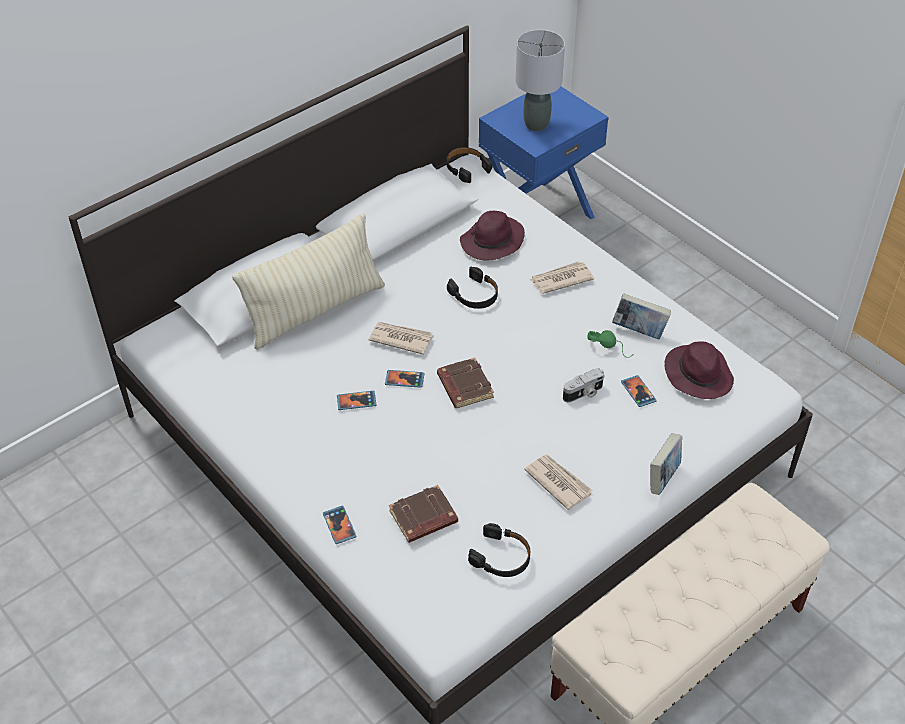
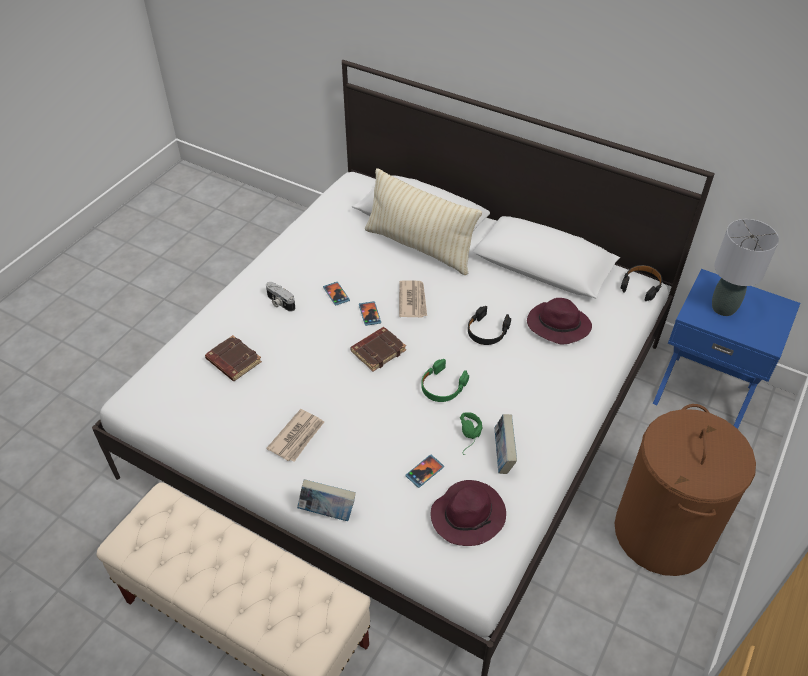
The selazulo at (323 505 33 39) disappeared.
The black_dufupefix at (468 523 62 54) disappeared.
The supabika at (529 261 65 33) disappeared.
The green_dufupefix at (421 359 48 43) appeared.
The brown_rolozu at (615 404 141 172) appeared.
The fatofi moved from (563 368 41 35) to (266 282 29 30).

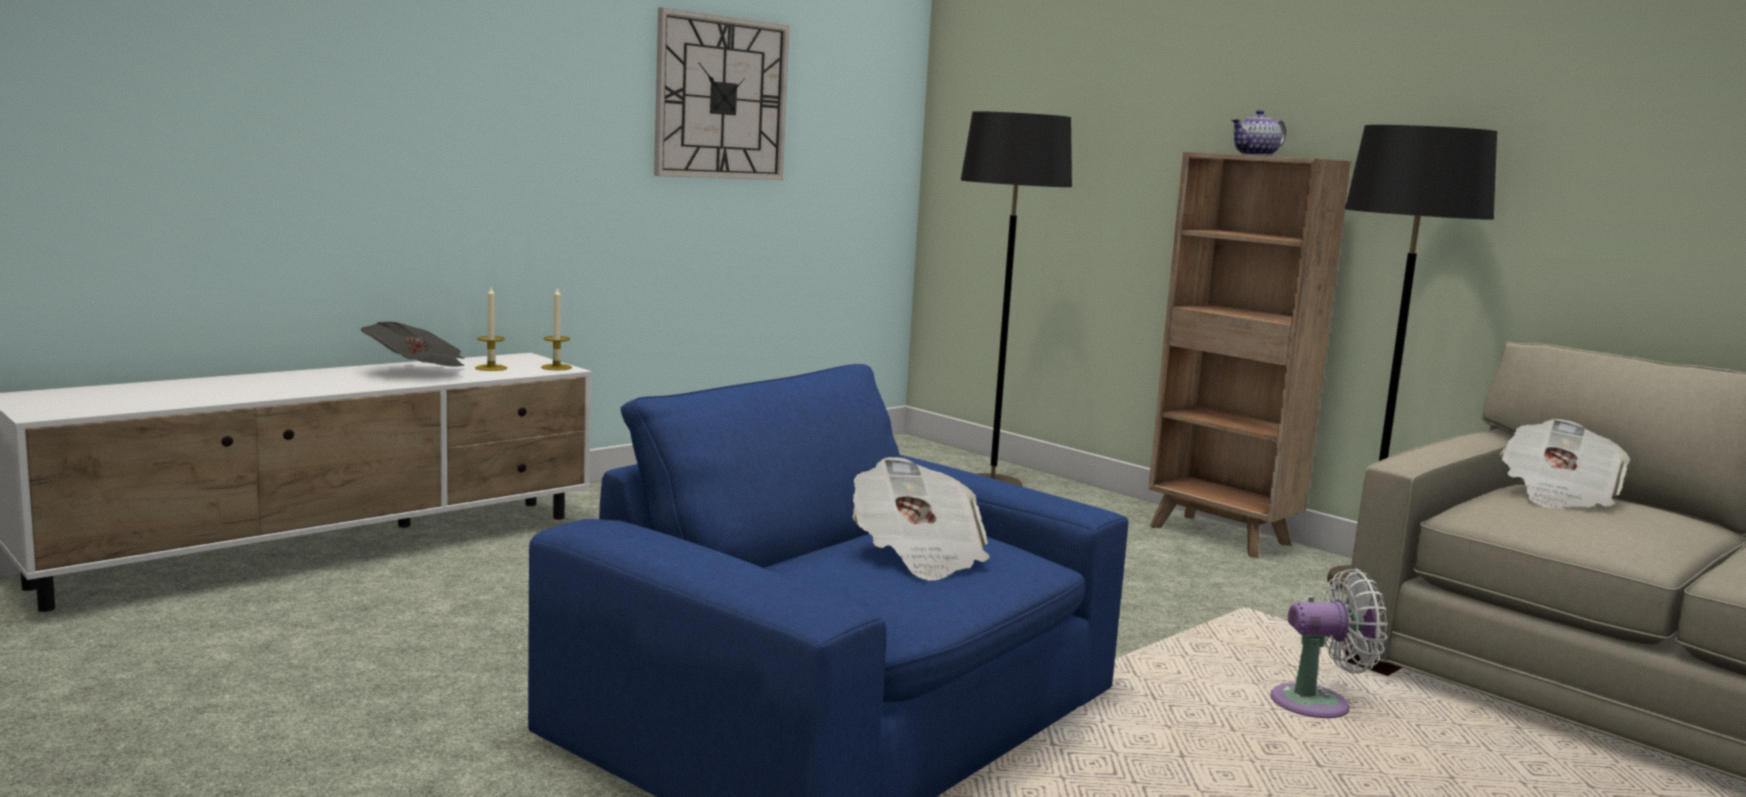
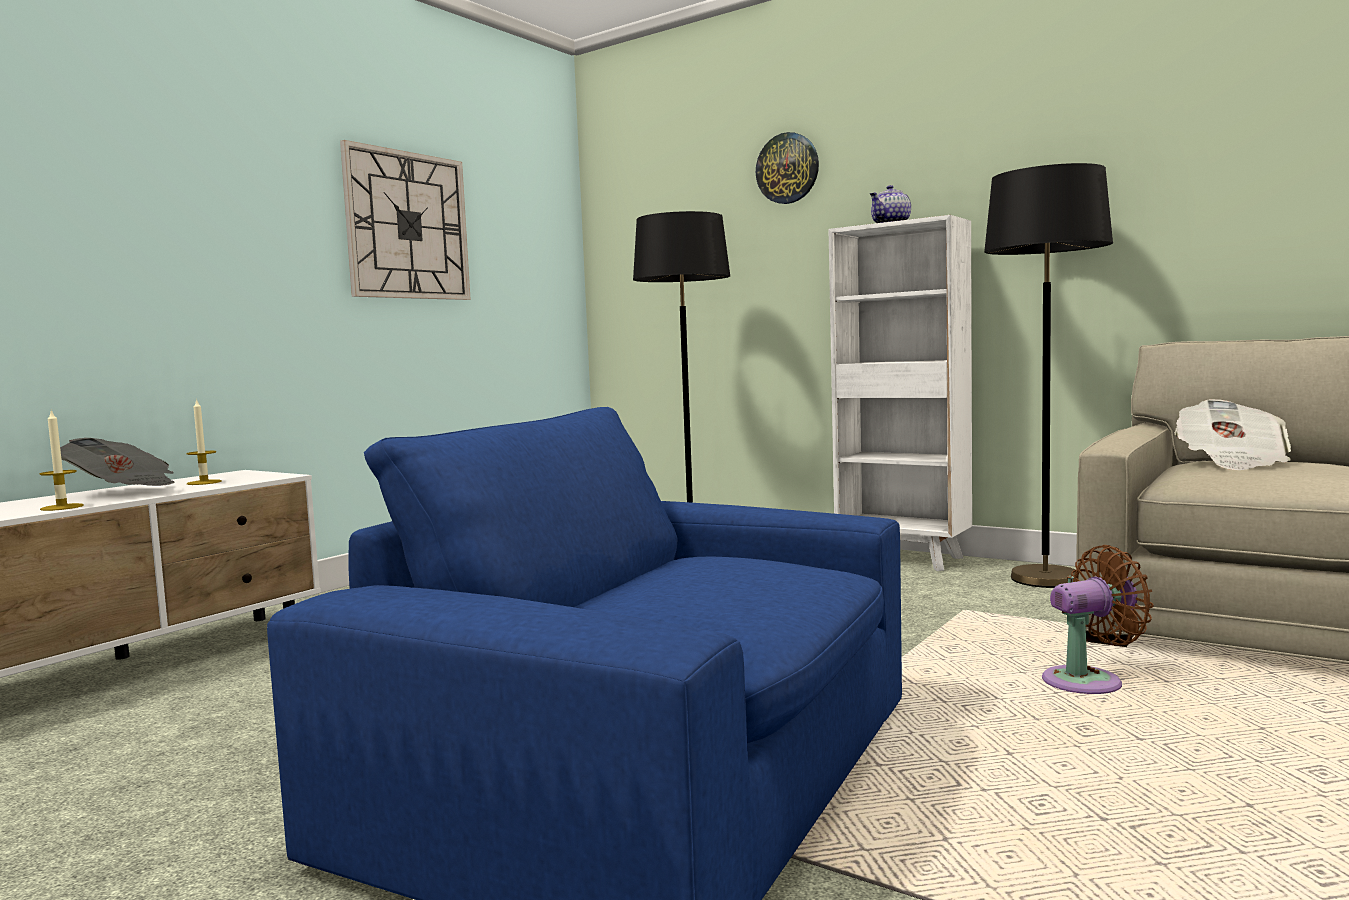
The supabika at (853 457 136 124) disappeared.
The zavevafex at (756 132 63 72) appeared.
The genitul moved from (541 286 31 84) to (39 409 45 102).
The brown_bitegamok at (1148 152 203 405) became the white_bitegamok at (828 215 144 356).
The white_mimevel at (1270 569 118 149) became the brown_mimevel at (1042 545 112 149).

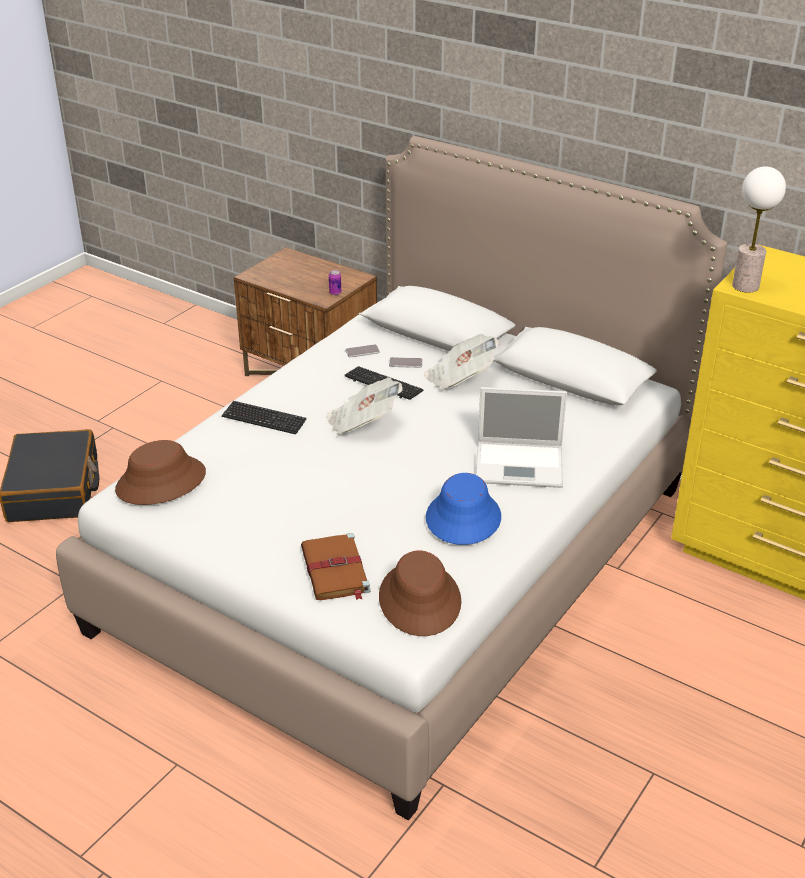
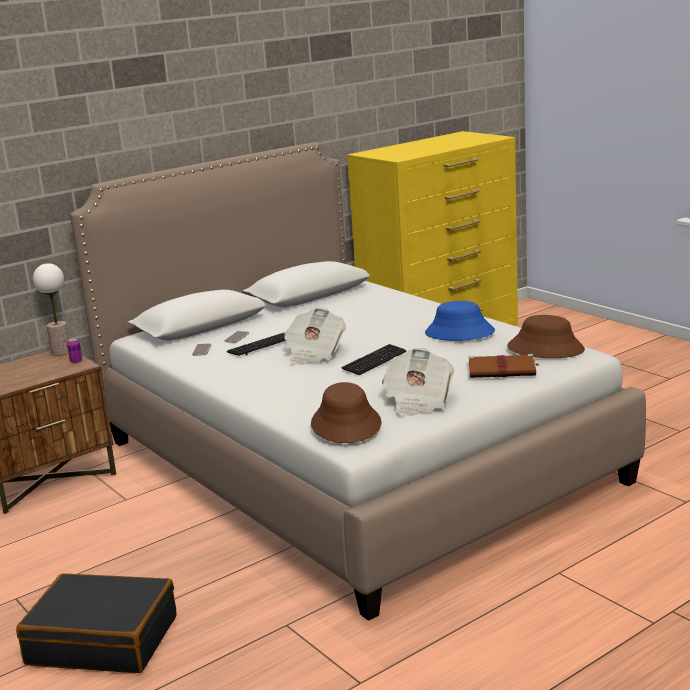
The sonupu at (476 387 91 101) disappeared.
The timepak moved from (222 401 85 34) to (342 344 64 31).
The supabika moved from (424 334 75 57) to (382 348 72 68).
The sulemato moved from (732 166 54 127) to (33 263 36 93).

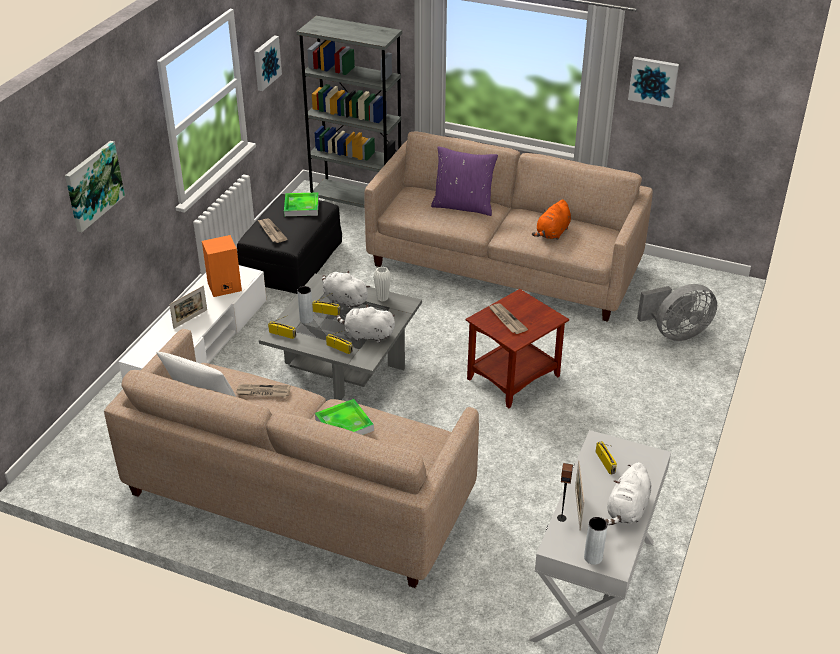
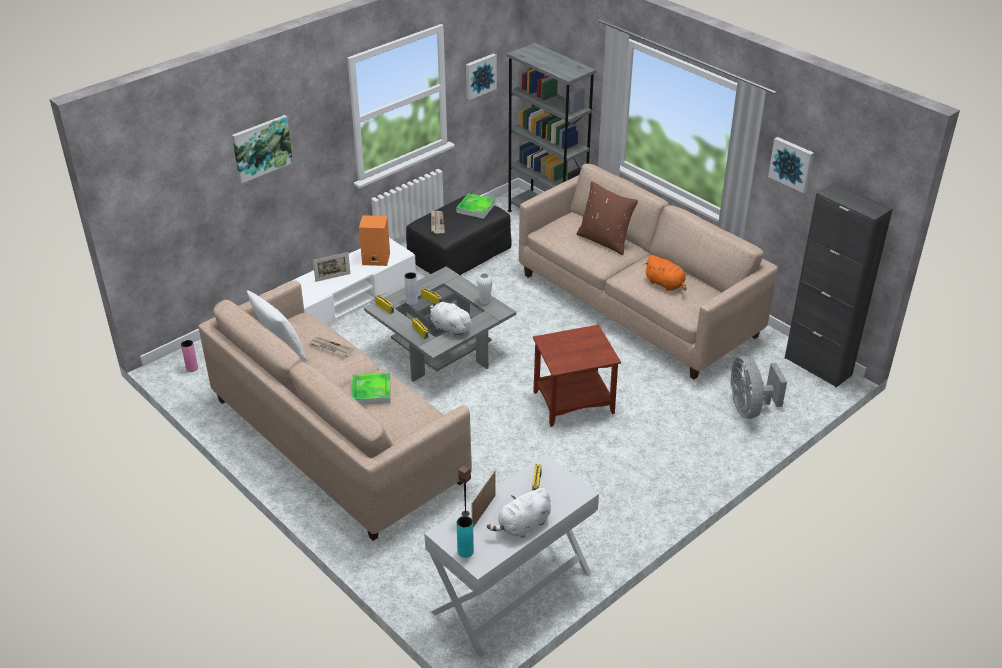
The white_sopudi at (322 271 48 38) disappeared.
The supabika at (489 304 39 30) disappeared.
The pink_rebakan at (181 340 17 32) appeared.
The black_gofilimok at (785 183 108 204) appeared.
The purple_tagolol at (431 146 67 70) became the brown_tagolol at (576 181 62 74).
The grey_rebakan at (584 517 24 48) became the turquoise_rebakan at (457 516 17 42).
The orange_sopudi at (532 200 39 40) turned 105 degrees counterclockwise.
The grey_mimevel at (637 284 80 57) turned 75 degrees clockwise.

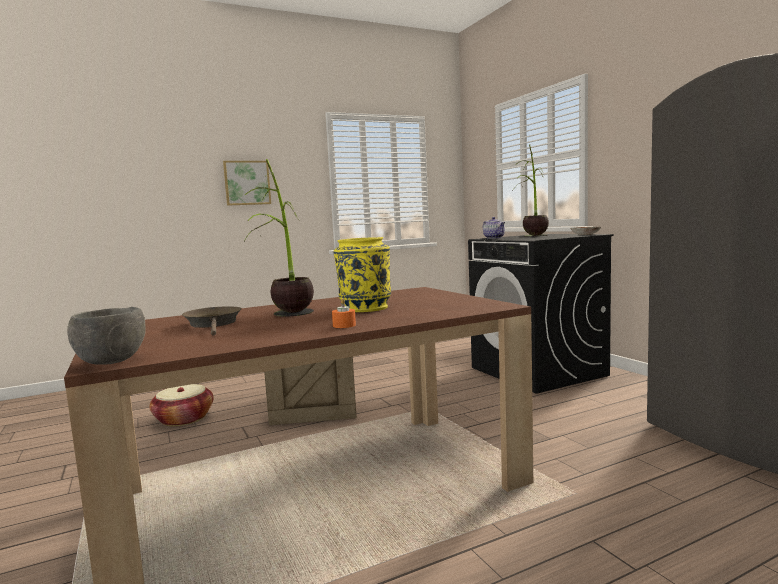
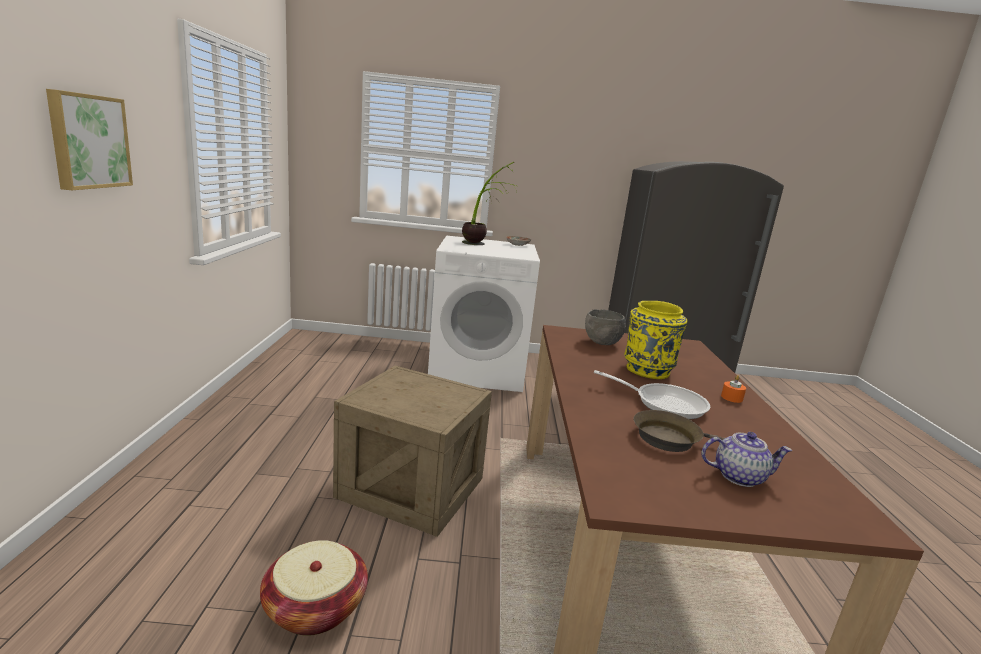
The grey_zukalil moved from (67 307 79 58) to (585 309 41 36).
The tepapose moved from (483 217 22 22) to (701 432 91 55).
The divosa at (245 159 69 158) was replaced by the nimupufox at (594 370 116 49).
The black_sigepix at (468 234 146 160) became the white_sigepix at (428 236 112 156).

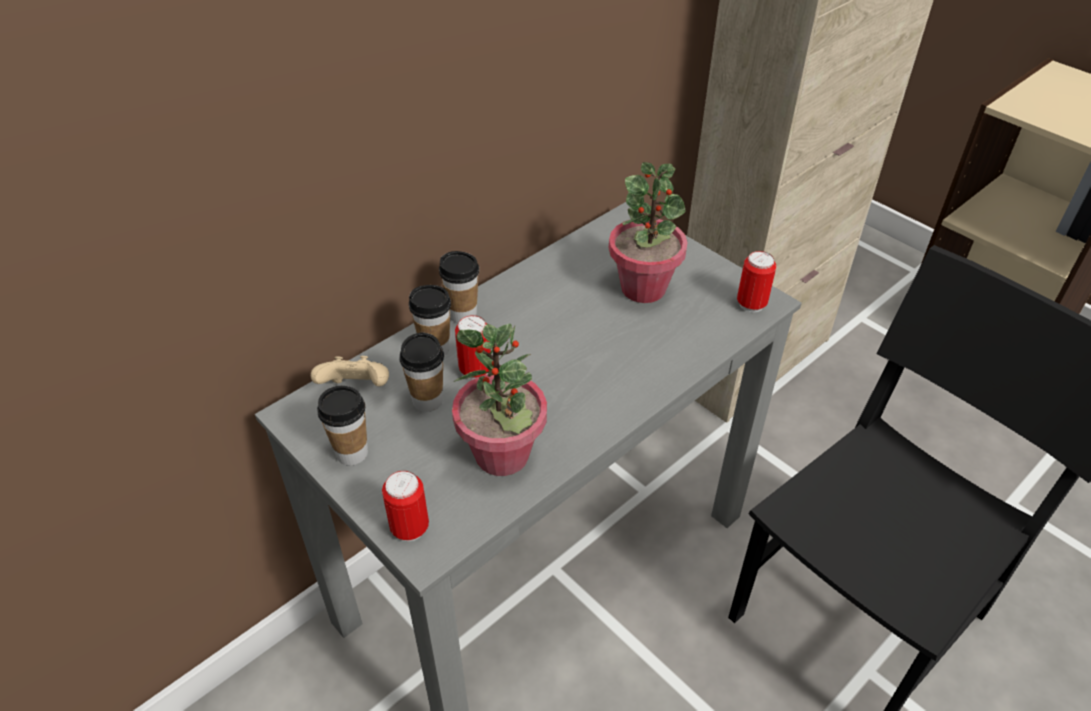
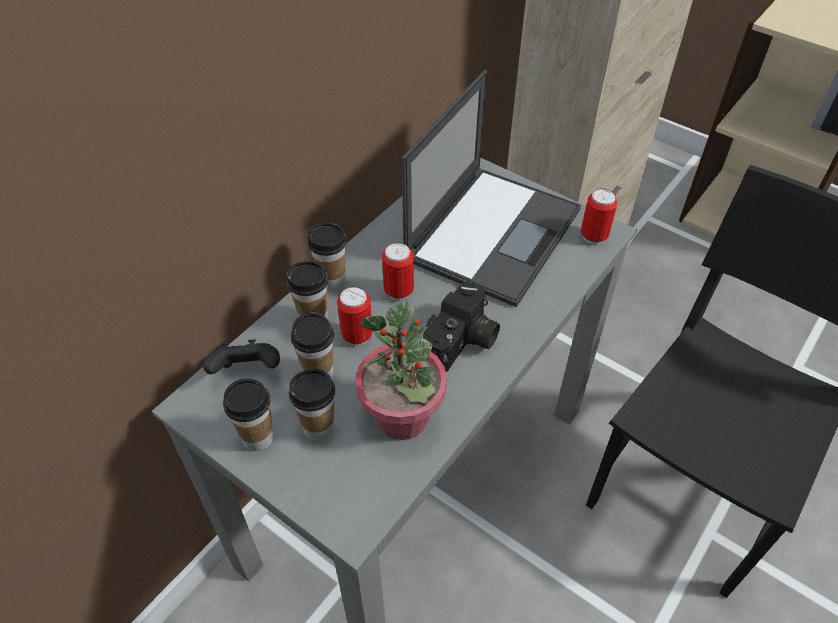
The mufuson at (289 369 46 72) appeared.
The fatofi at (423 281 77 91) appeared.
The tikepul moved from (382 471 47 70) to (382 243 32 57).
The divosa at (609 162 79 141) was replaced by the sonupu at (402 70 179 237).
The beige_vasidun at (311 356 78 30) became the black_vasidun at (203 339 77 35).

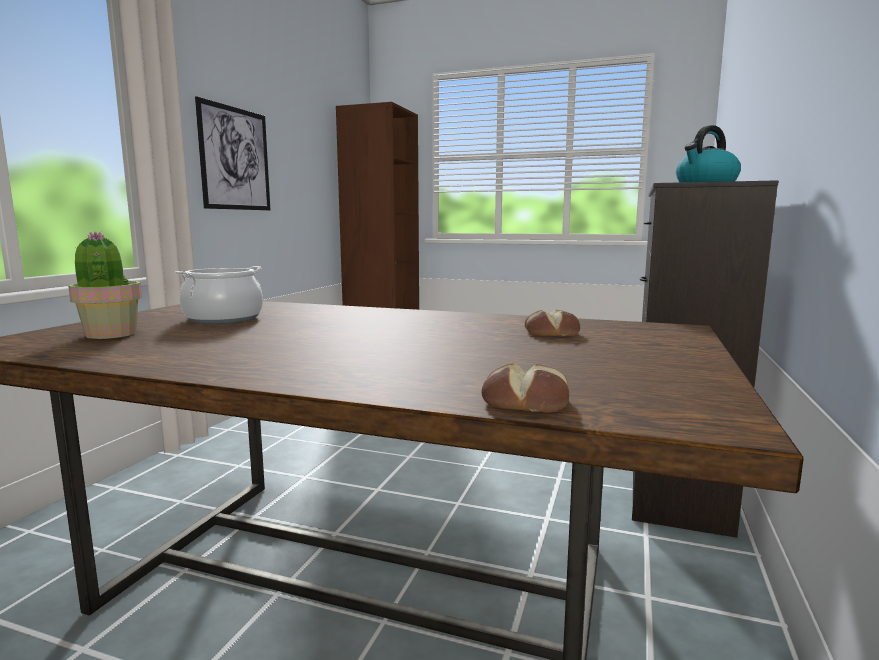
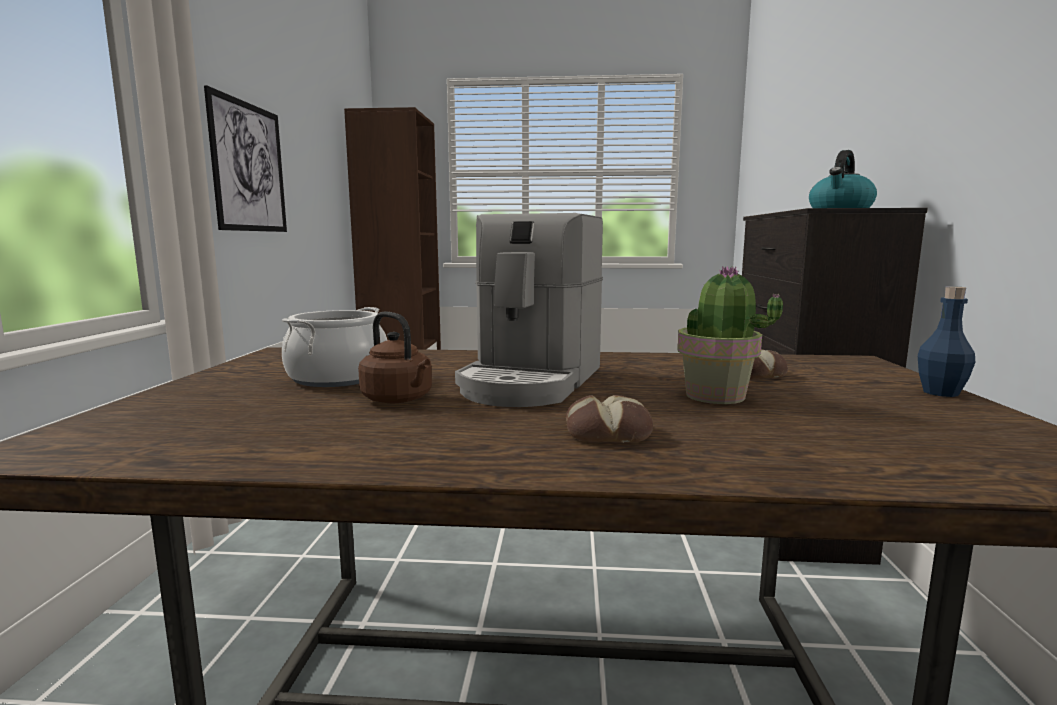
The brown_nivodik at (358 312 74 91) appeared.
The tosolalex at (455 213 148 194) appeared.
The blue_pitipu at (918 286 57 111) appeared.
The divosa moved from (68 232 74 107) to (677 266 106 138).
The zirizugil moved from (482 363 87 50) to (566 395 87 48).

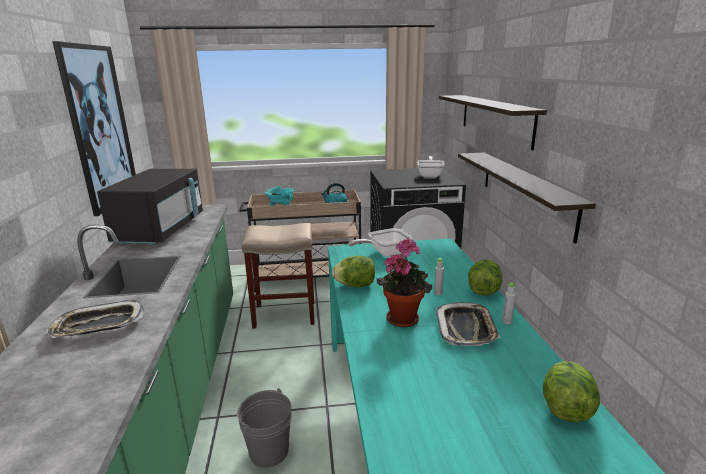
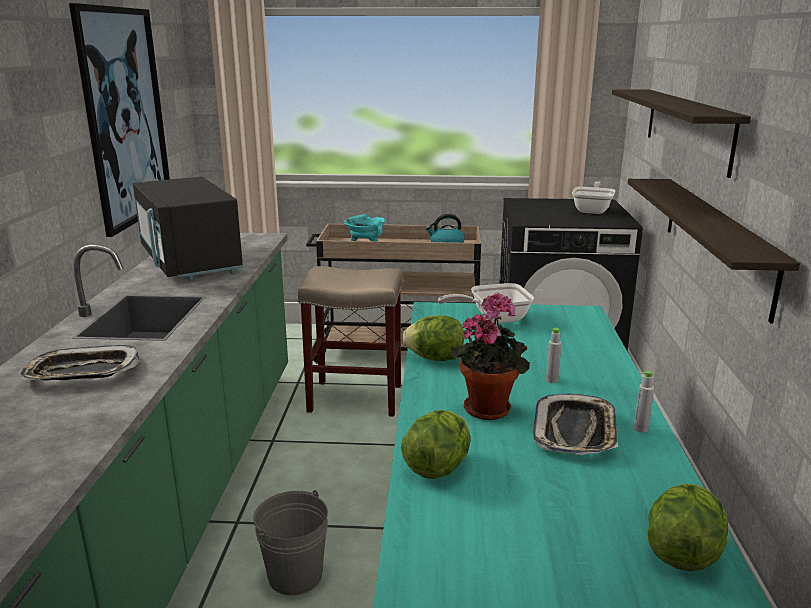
The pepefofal moved from (468 260 34 36) to (401 410 70 69).
The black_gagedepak at (97 168 106 77) turned 135 degrees clockwise.

